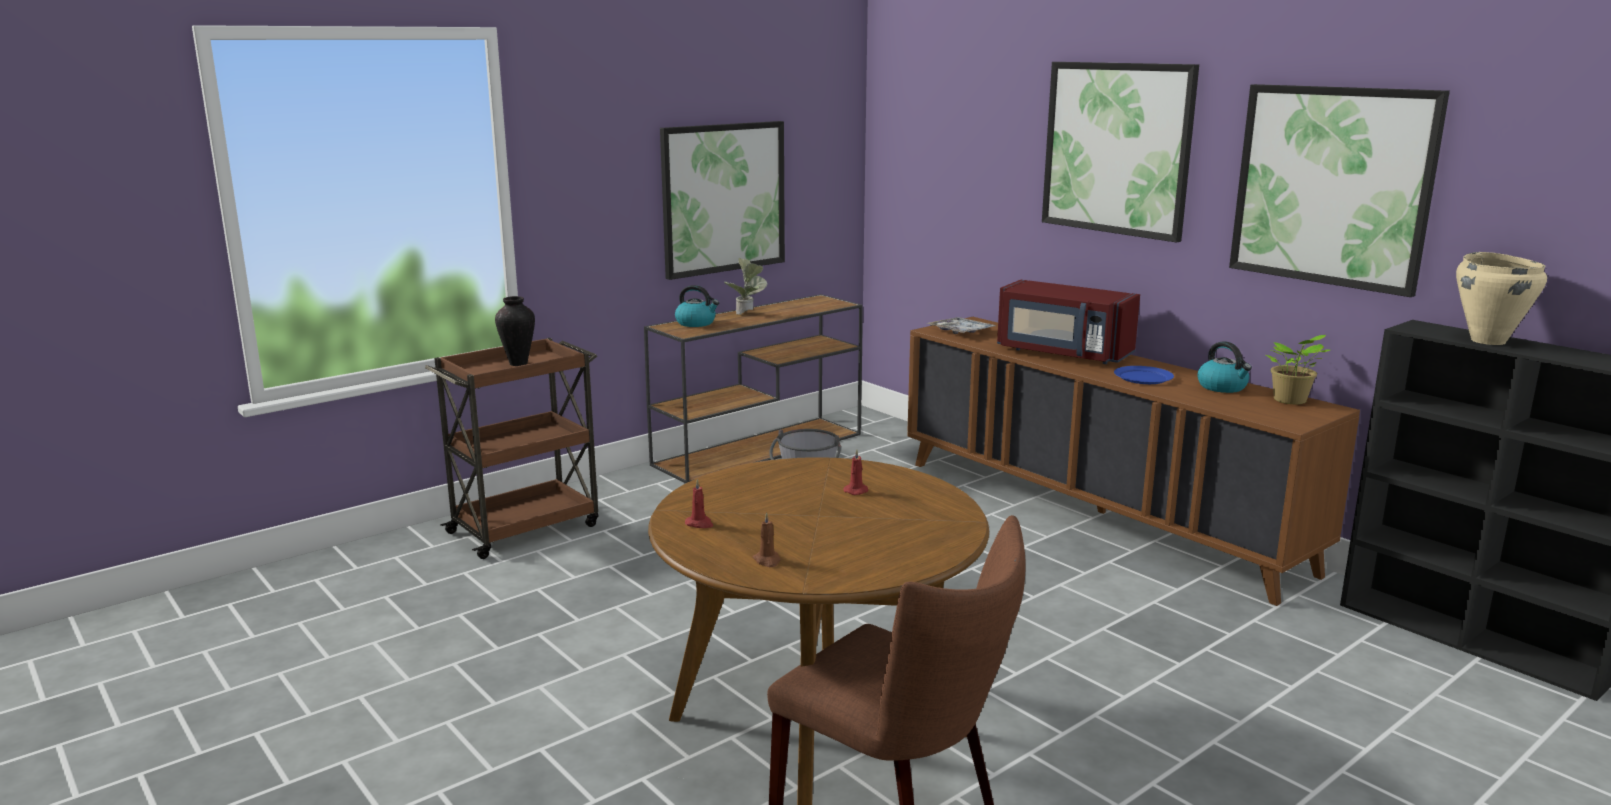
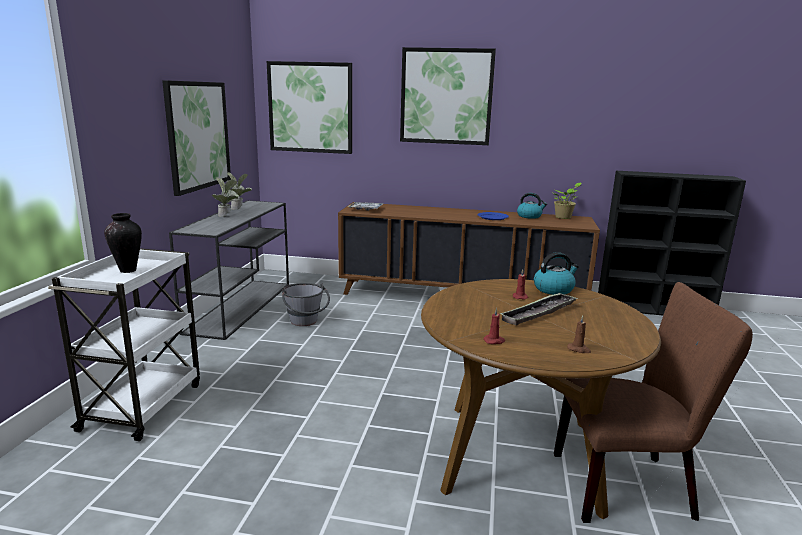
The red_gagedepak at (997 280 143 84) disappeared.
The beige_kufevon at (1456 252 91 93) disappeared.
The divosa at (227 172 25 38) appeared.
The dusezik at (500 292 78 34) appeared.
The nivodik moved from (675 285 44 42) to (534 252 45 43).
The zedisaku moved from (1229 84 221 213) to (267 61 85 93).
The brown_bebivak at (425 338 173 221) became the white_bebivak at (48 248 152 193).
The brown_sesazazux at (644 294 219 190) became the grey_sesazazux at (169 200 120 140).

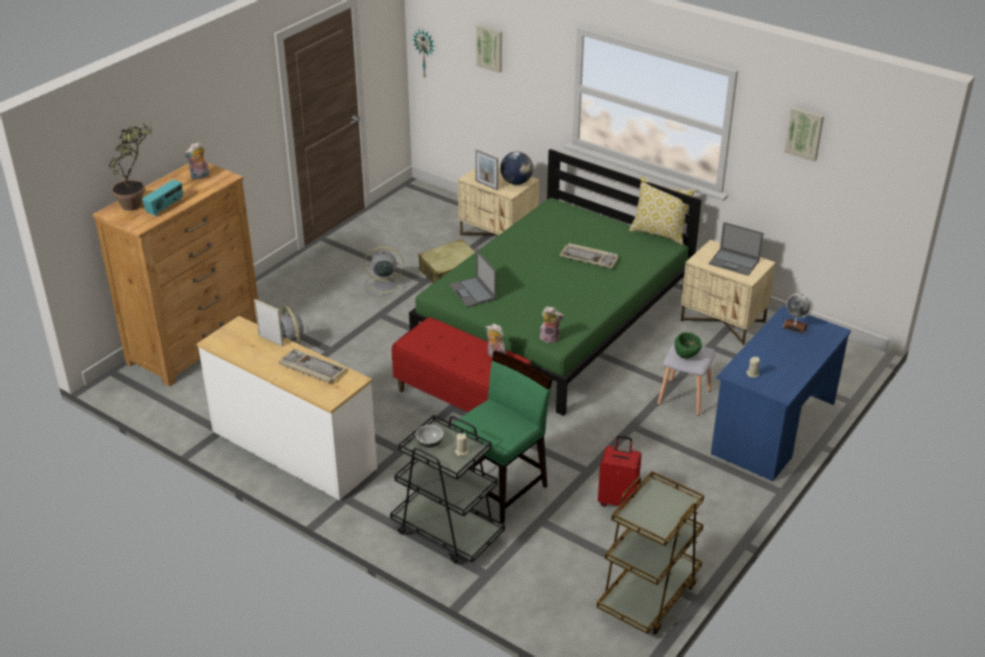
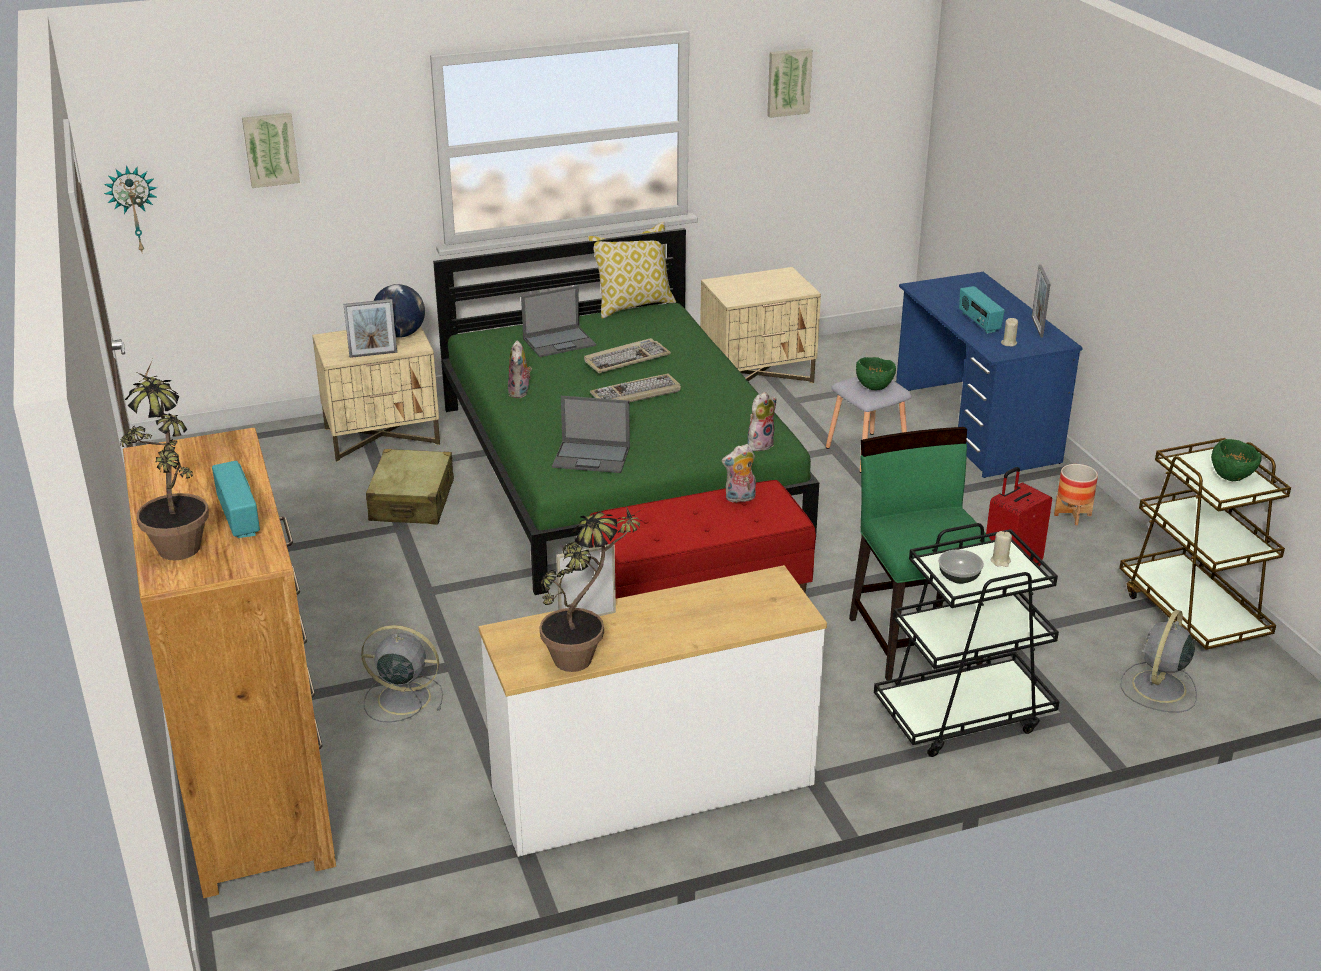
The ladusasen at (782 293 31 41) disappeared.
The divosa at (540 506 104 166) appeared.
The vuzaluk at (959 286 46 48) appeared.
The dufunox at (1032 265 19 72) appeared.
The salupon at (1054 464 44 61) appeared.
The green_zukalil at (1211 439 51 42) appeared.
The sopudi moved from (184 142 25 38) to (508 341 24 57).
The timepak moved from (279 349 68 34) to (590 374 91 29).
The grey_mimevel moved from (364 247 42 49) to (1120 610 77 103).
The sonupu moved from (709 222 55 54) to (521 286 75 71).

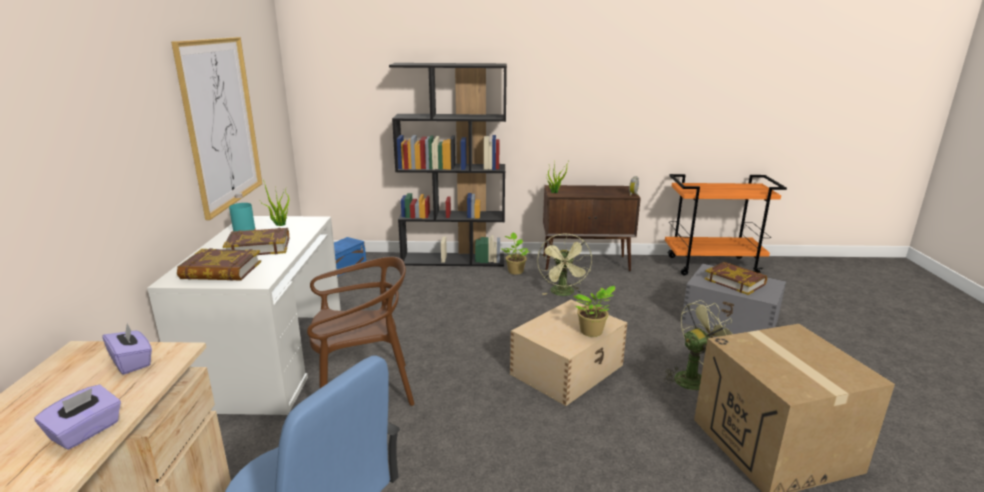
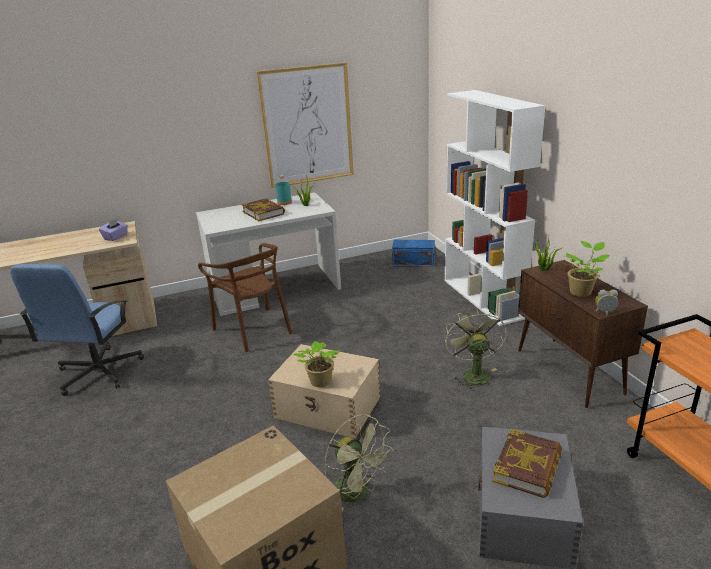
The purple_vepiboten at (35 385 86 65) disappeared.
The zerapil at (177 248 84 33) disappeared.
The divosa moved from (500 232 30 43) to (565 241 45 56).
The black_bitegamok at (389 63 118 204) became the white_bitegamok at (445 90 101 236).
The green_mimevel at (537 233 55 63) turned 105 degrees clockwise.

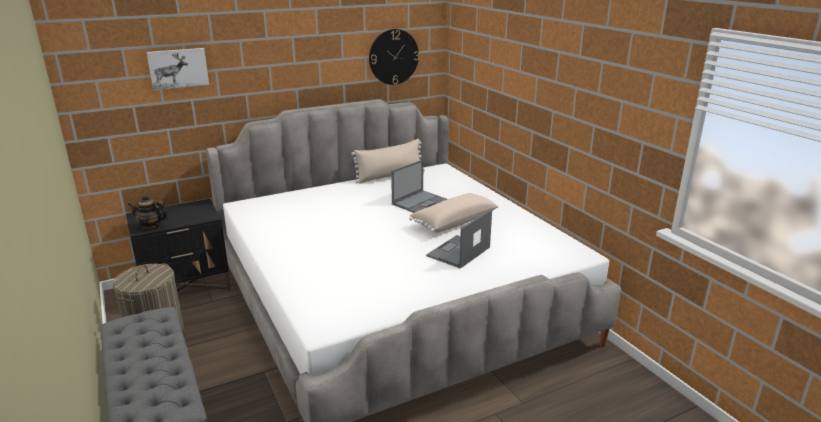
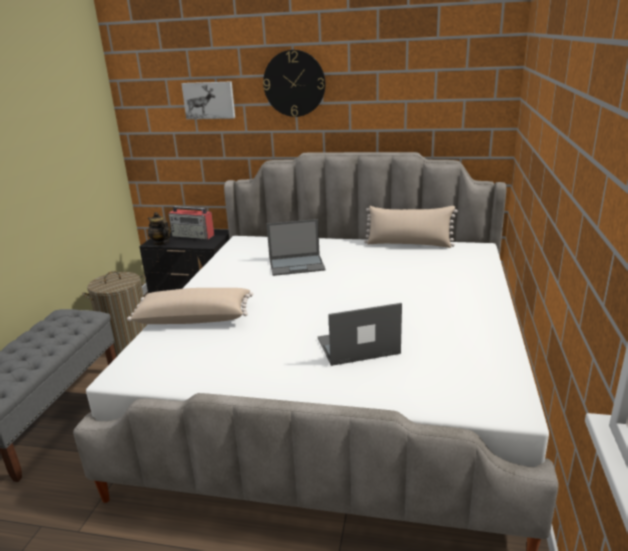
The vuzaluk at (168 206 46 33) appeared.
The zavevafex moved from (369 29 50 56) to (263 50 62 67).
The sonupu moved from (391 160 56 53) to (267 219 59 57).
The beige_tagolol moved from (409 193 90 40) to (127 288 126 36).

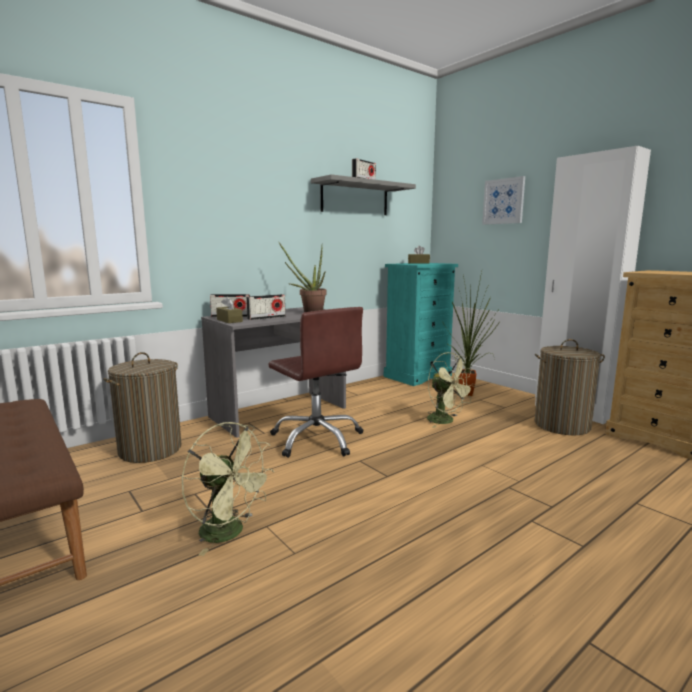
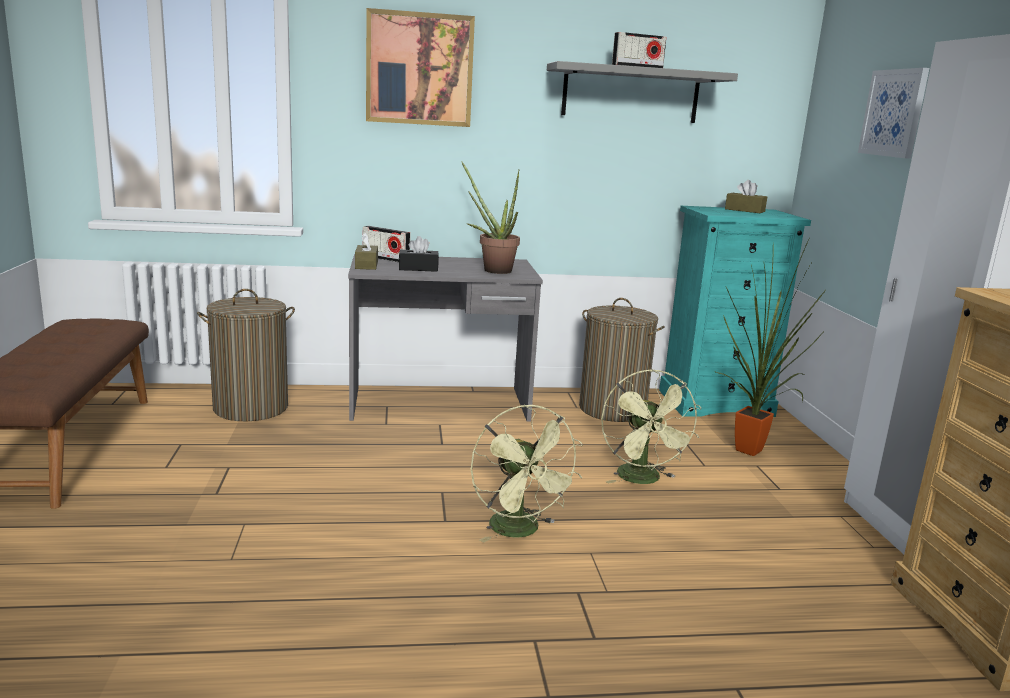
The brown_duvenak at (269 307 95 151) disappeared.
The zedisaku at (366 8 109 119) appeared.
The green_mimevel moved from (181 422 93 134) to (471 404 112 139).
The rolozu moved from (535 339 70 96) to (579 298 86 124).
The vuzaluk at (246 294 40 26) was replaced by the black_vepiboten at (399 236 40 36).

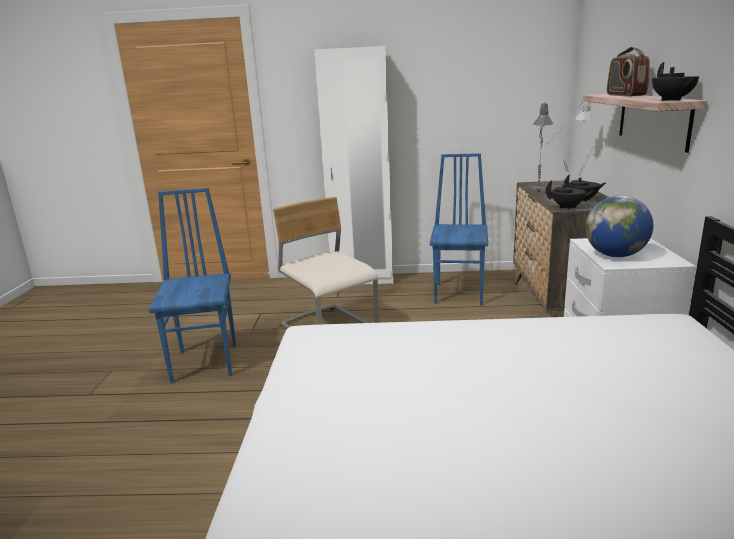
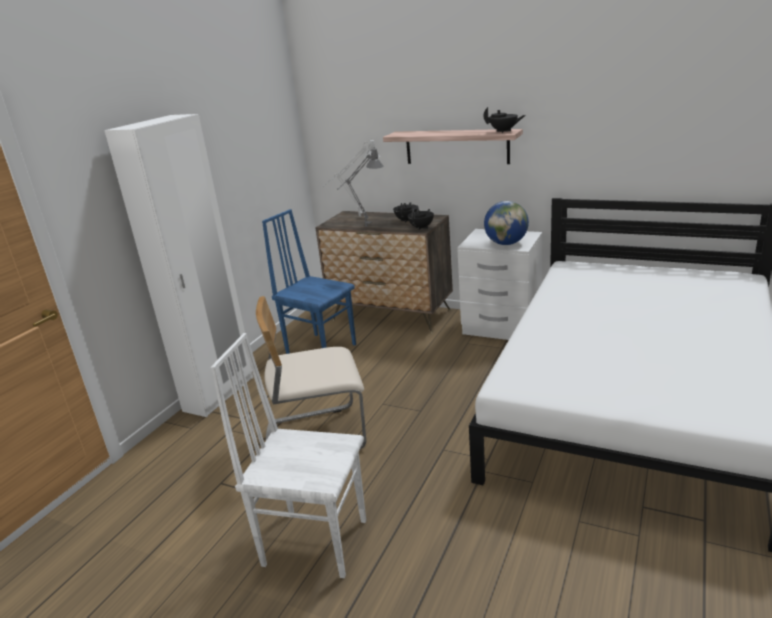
The vuzaluk at (607 47 43 49) disappeared.
The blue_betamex at (149 188 87 195) became the white_betamex at (211 333 155 245).

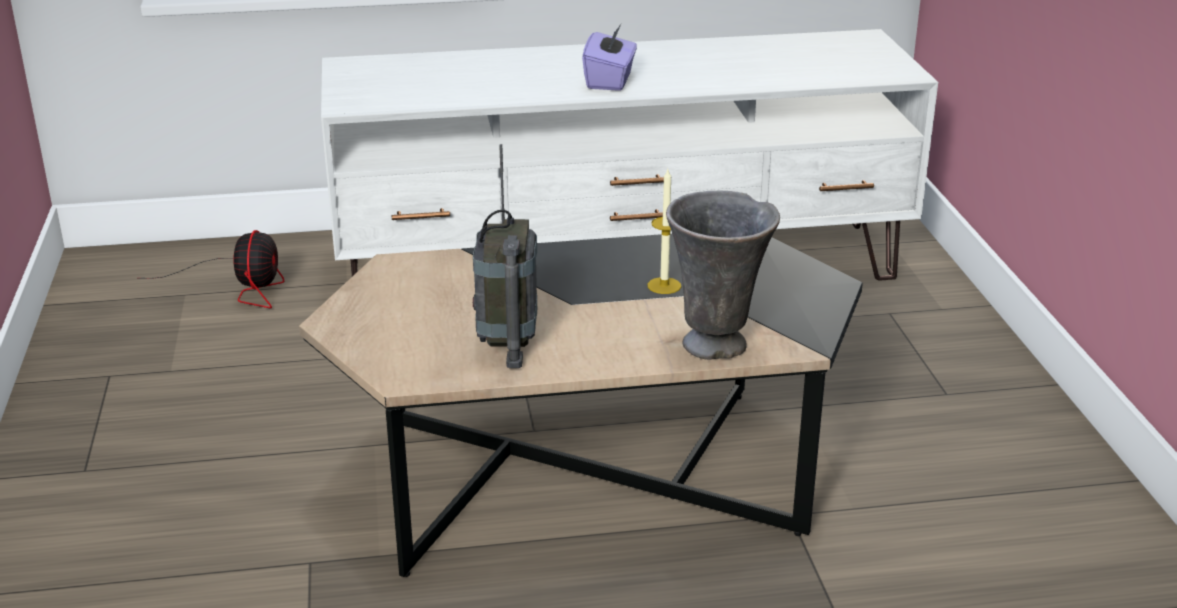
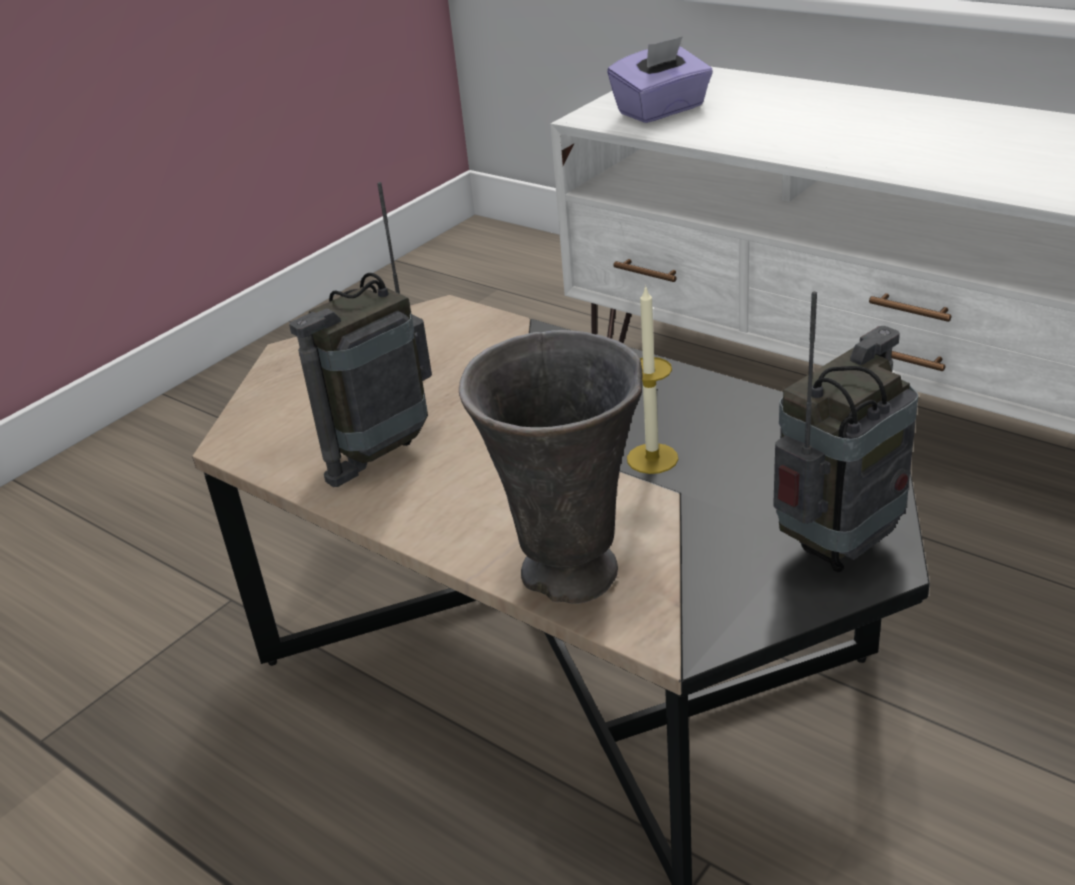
The mimevel at (145 230 139 78) disappeared.
The vuzaluk at (773 291 146 281) appeared.
The purple_vepiboten moved from (582 23 55 68) to (607 36 106 87).

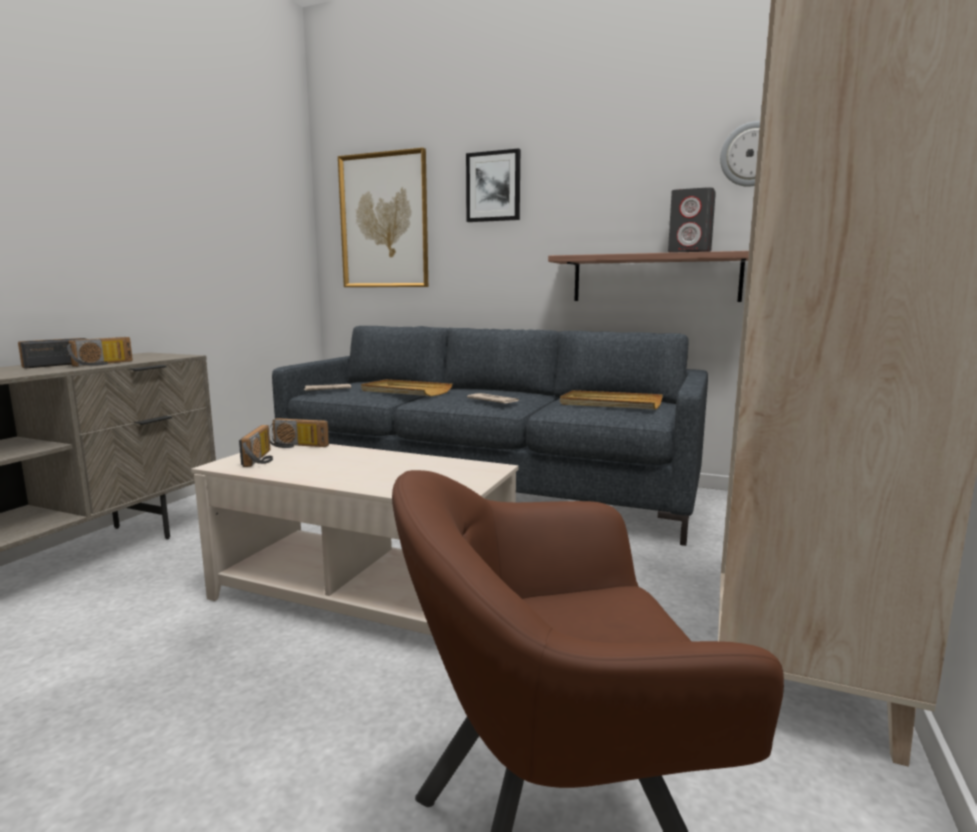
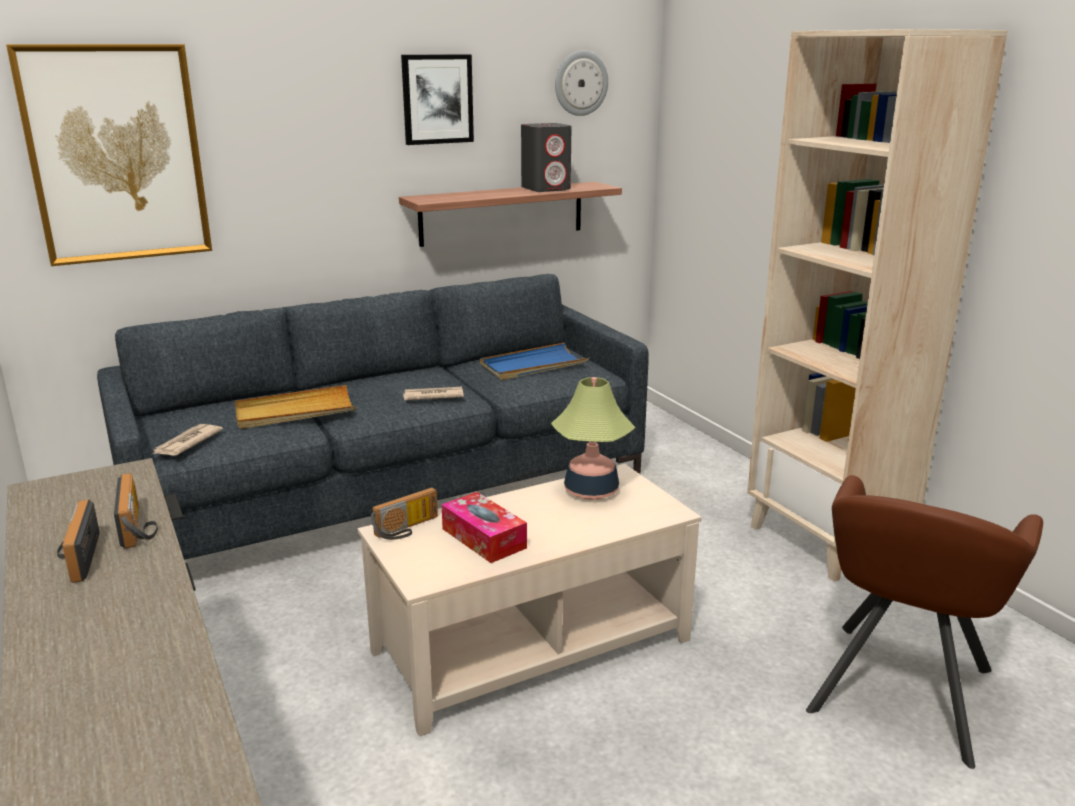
The vuzaluk at (239 425 34 42) disappeared.
The vepiboten at (441 492 86 71) appeared.
The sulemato at (551 377 84 123) appeared.
The zedisaku moved from (466 148 54 74) to (401 54 73 91).
The beige_dusezik at (560 390 103 20) became the blue_dusezik at (480 343 110 37).

